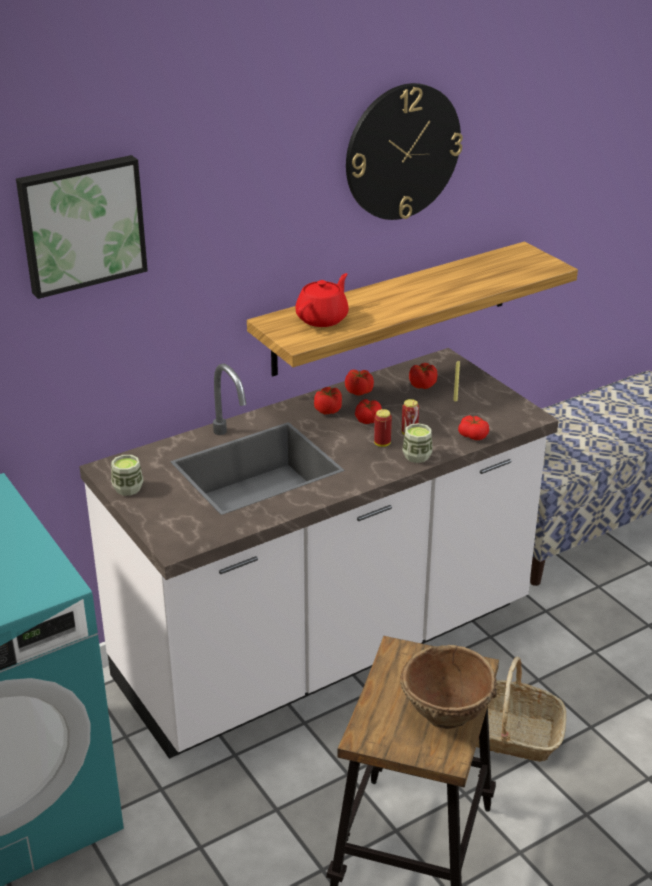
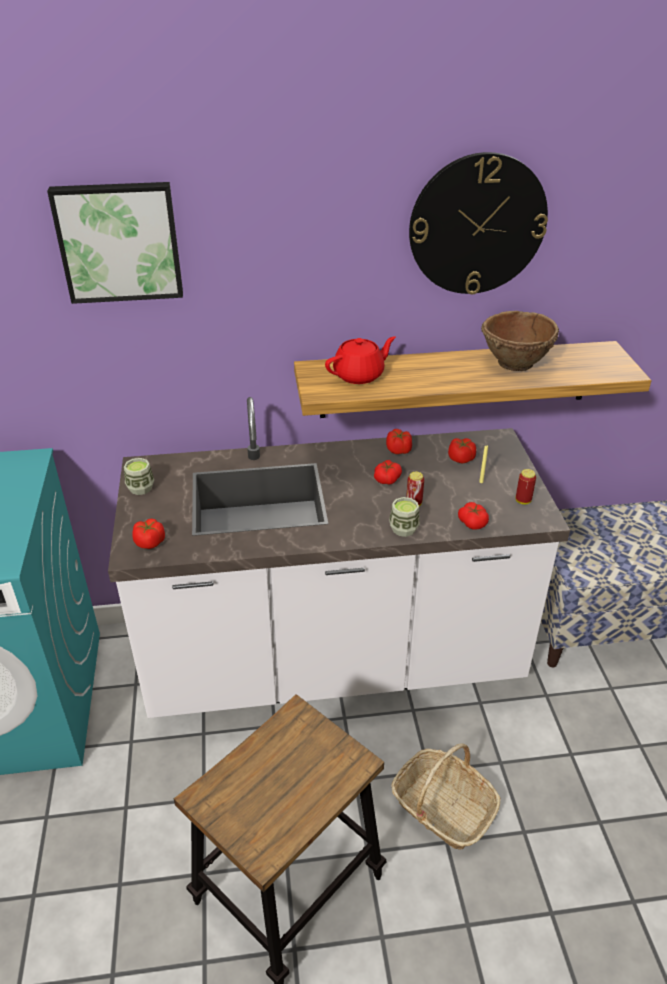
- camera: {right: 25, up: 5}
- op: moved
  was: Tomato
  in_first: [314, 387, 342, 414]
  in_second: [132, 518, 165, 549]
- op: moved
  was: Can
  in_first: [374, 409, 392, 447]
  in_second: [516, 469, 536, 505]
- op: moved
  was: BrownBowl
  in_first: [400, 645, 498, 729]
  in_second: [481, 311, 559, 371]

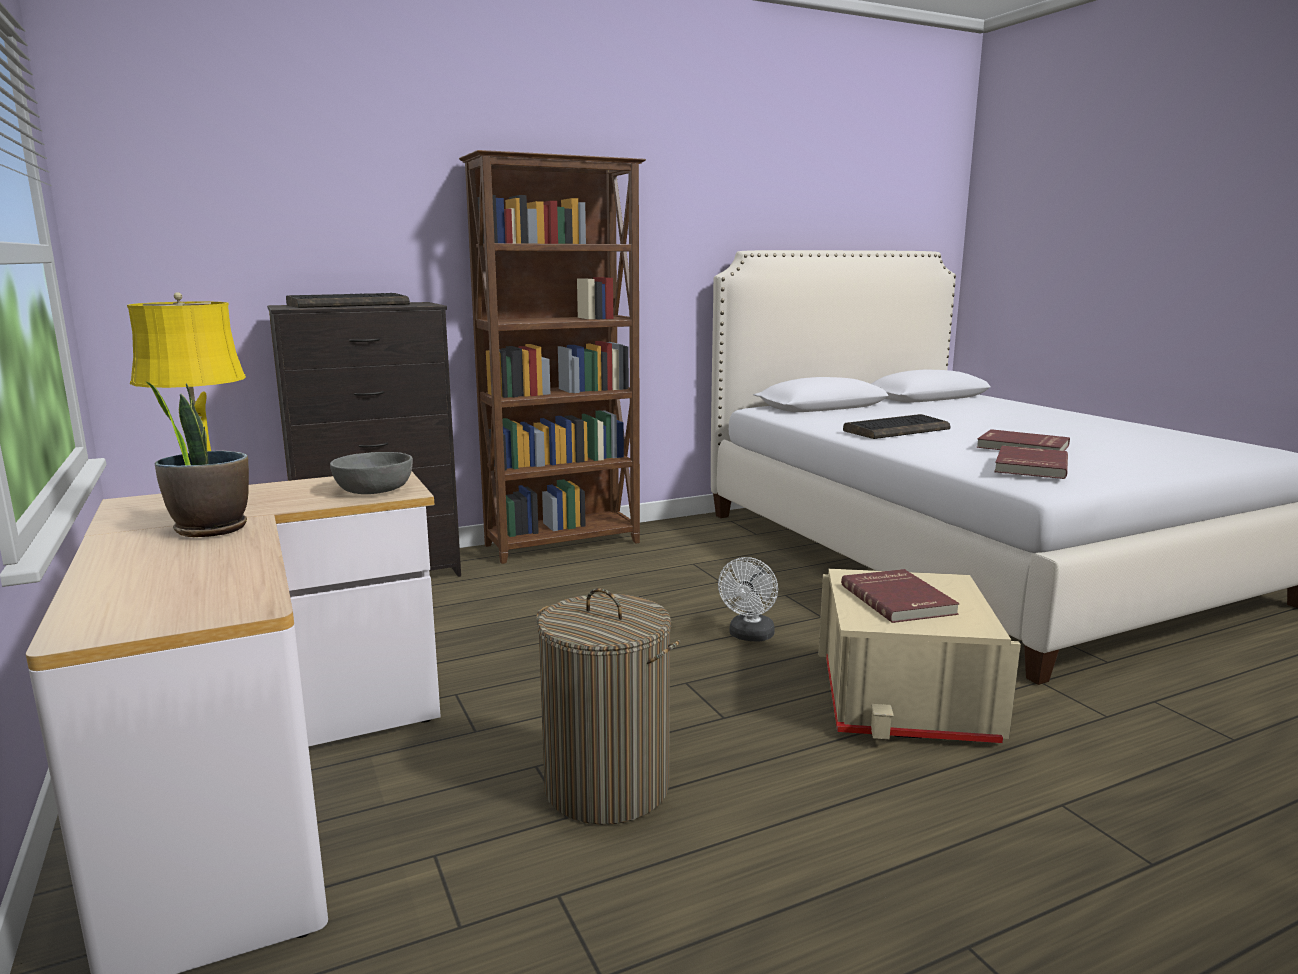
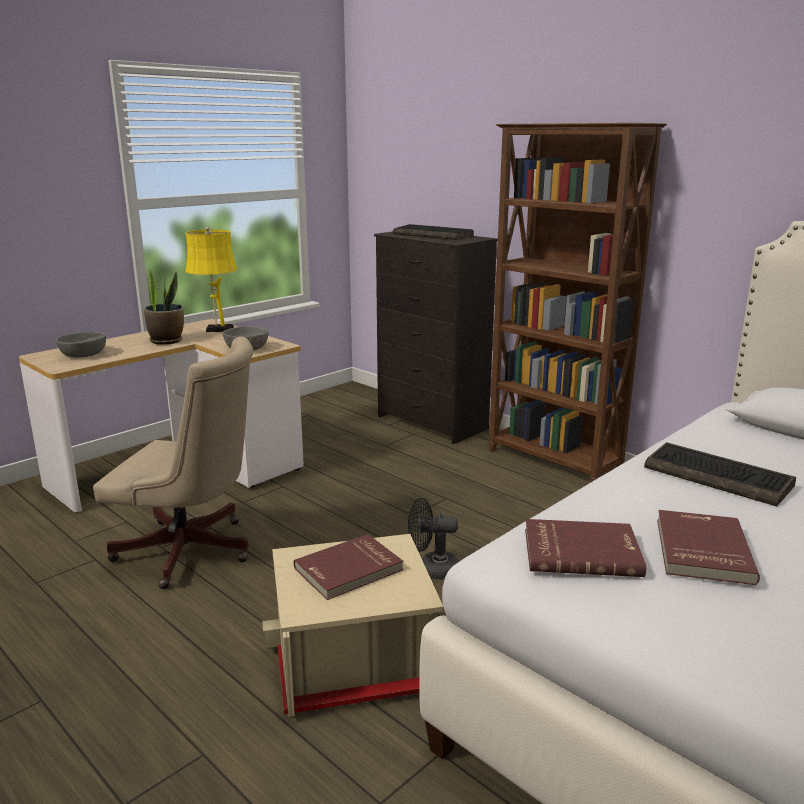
- camera: {right: 70, up: 5}
- op: added
  now: GreyBowl
  in_second: [56, 332, 106, 358]
- op: replaced
  was: LaundryBasket
  now: BeigeOfficeChair
  in_first: [536, 588, 680, 825]
  in_second: [93, 337, 253, 589]
- op: recoloured
  was: WhiteFan
  now: BlackFan
  in_first: [718, 557, 778, 642]
  in_second: [408, 498, 459, 580]

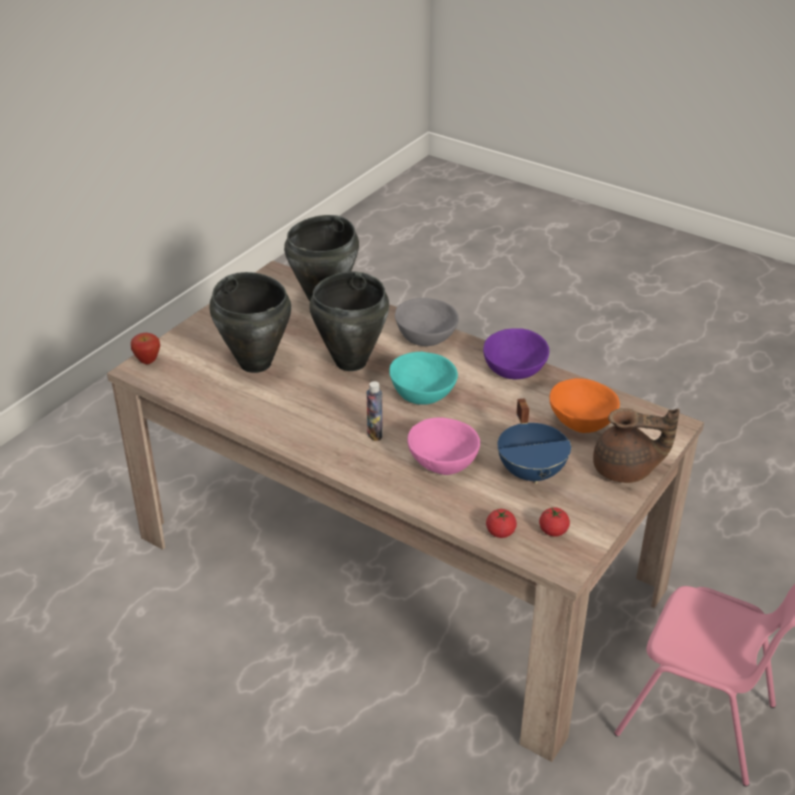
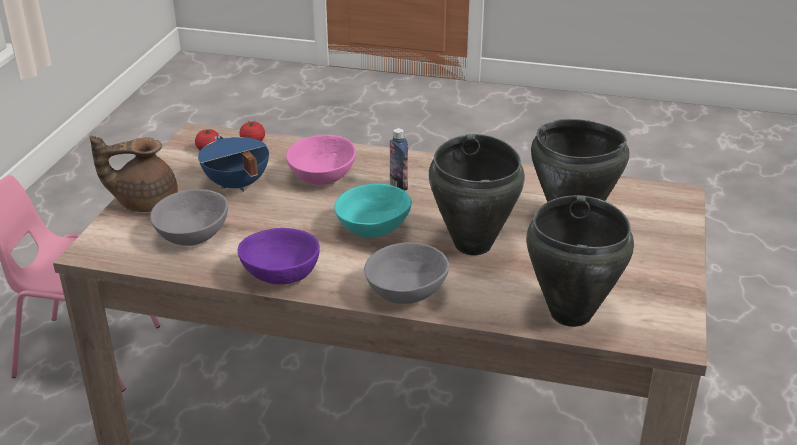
- camera: {right: 160, up: -5}
- op: removed
  was: Apple
  in_first: [131, 333, 160, 364]
- op: recoloured
  was: OrangeBowl
  now: GreyBowl
  in_first: [549, 378, 620, 433]
  in_second: [150, 189, 228, 246]

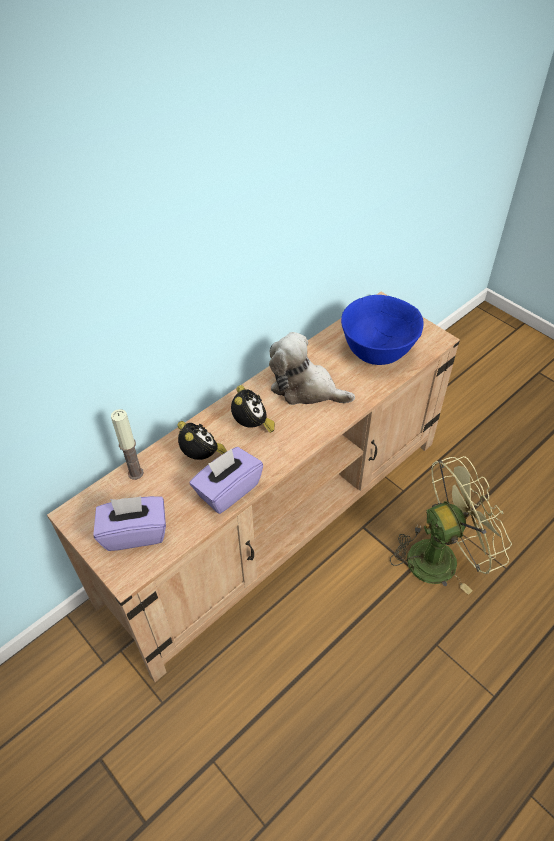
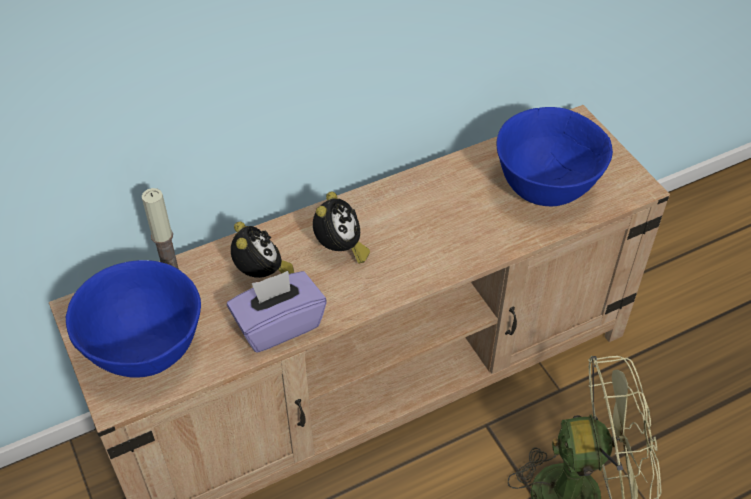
- camera: {right: 15, up: 0}
- op: removed
  was: PlushToy
  in_first: [269, 332, 355, 405]
- op: replaced
  was: PurpleTissueBox
  now: BlueBowl
  in_first: [93, 496, 166, 551]
  in_second: [66, 260, 201, 378]

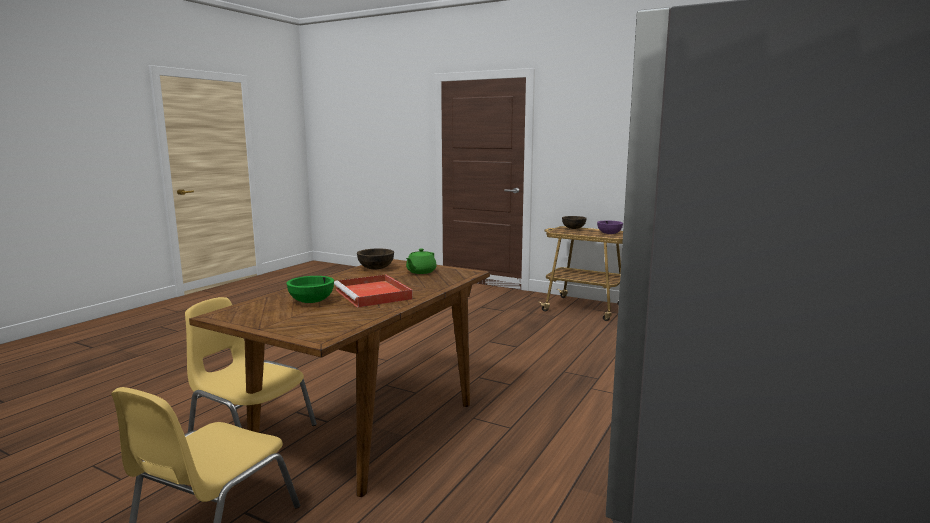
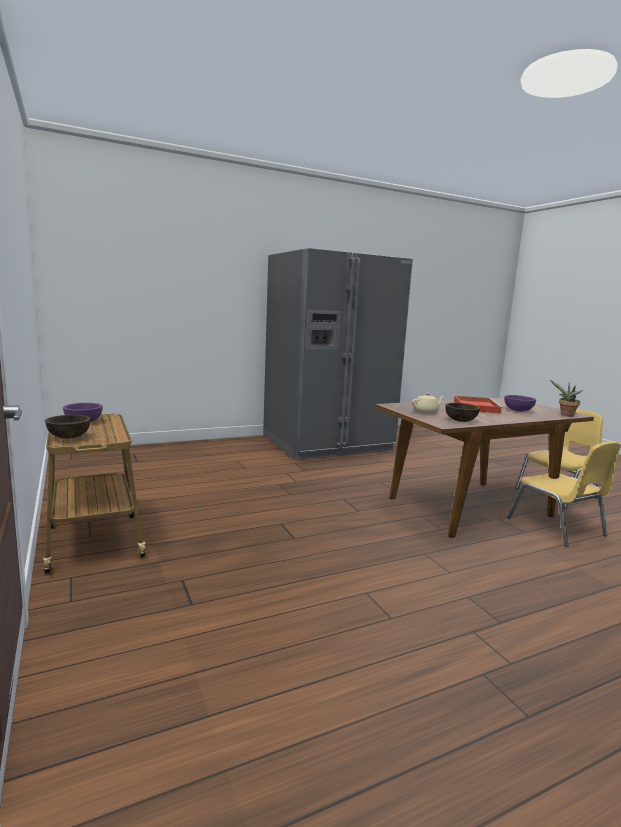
- camera: {right: -145, up: 0}
- op: added
  now: PottedPlant
  in_second: [550, 380, 584, 416]
- op: recoloured
  was: GreenBowl
  now: PurpleBowl
  in_first: [287, 276, 334, 303]
  in_second: [505, 395, 536, 412]
- op: recoloured
  was: GreenTeapot
  now: BeigeTeapot
  in_first: [406, 248, 437, 274]
  in_second: [412, 393, 445, 414]

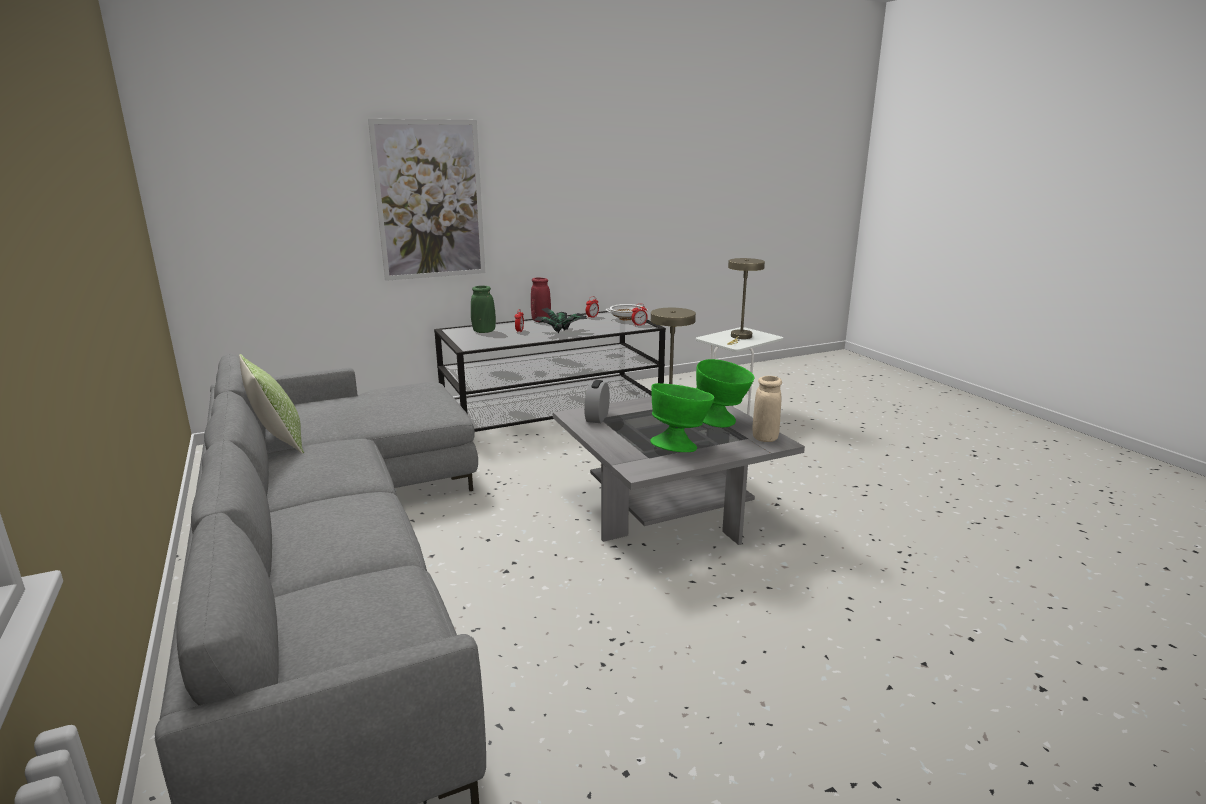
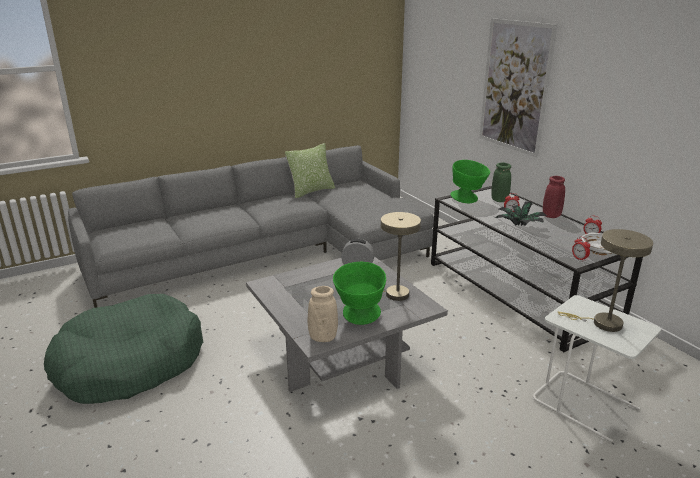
- camera: {right: 85, up: 5}
- op: added
  now: GreenDogBed
  in_second: [44, 294, 203, 404]
- op: moved
  was: GreenBowl
  in_first: [650, 383, 714, 452]
  in_second: [450, 160, 490, 203]

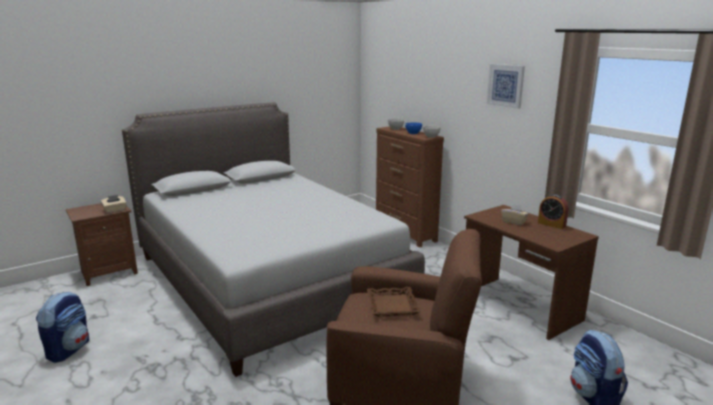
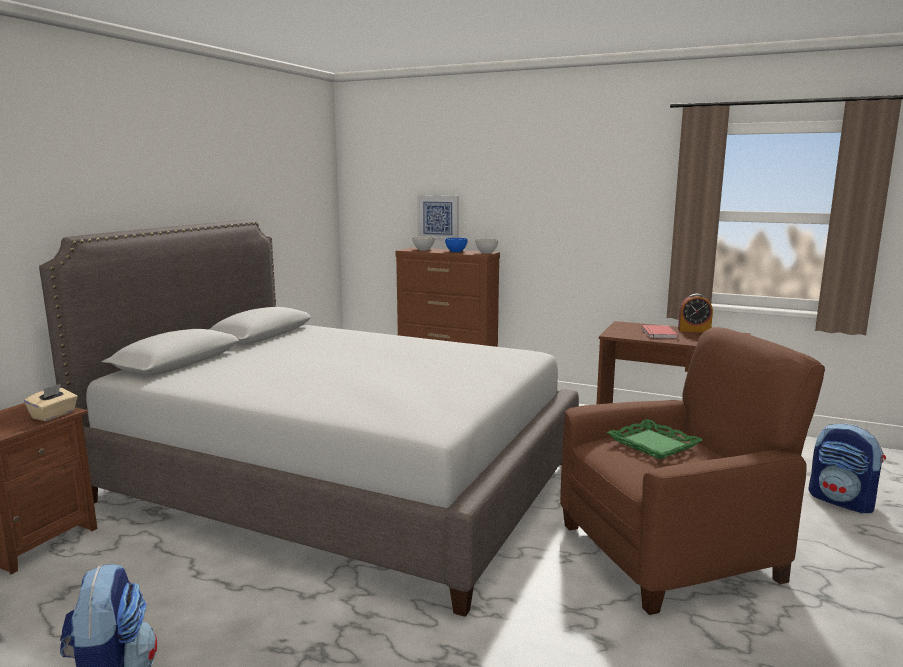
- camera: {right: -30, up: -5}
- op: moved
  was: Picture
  in_first: [487, 64, 525, 109]
  in_second: [417, 195, 459, 241]
- op: replaced
  was: BeigeTissueBox
  now: RedBook
  in_first: [501, 203, 529, 225]
  in_second: [642, 325, 678, 339]
- op: recoloured
  was: BrownTray
  now: GreenTray
  in_first: [367, 287, 421, 317]
  in_second: [607, 419, 703, 459]

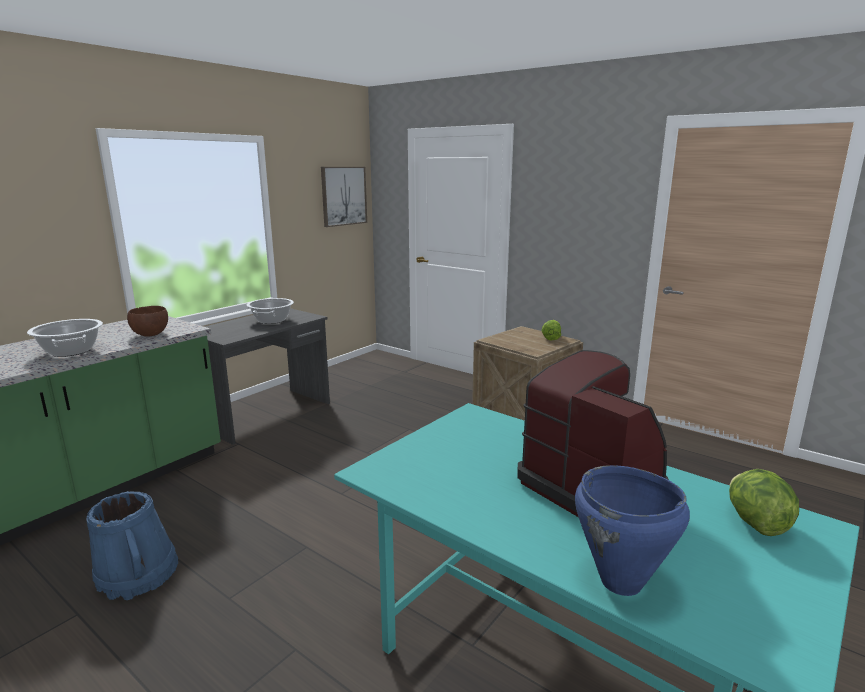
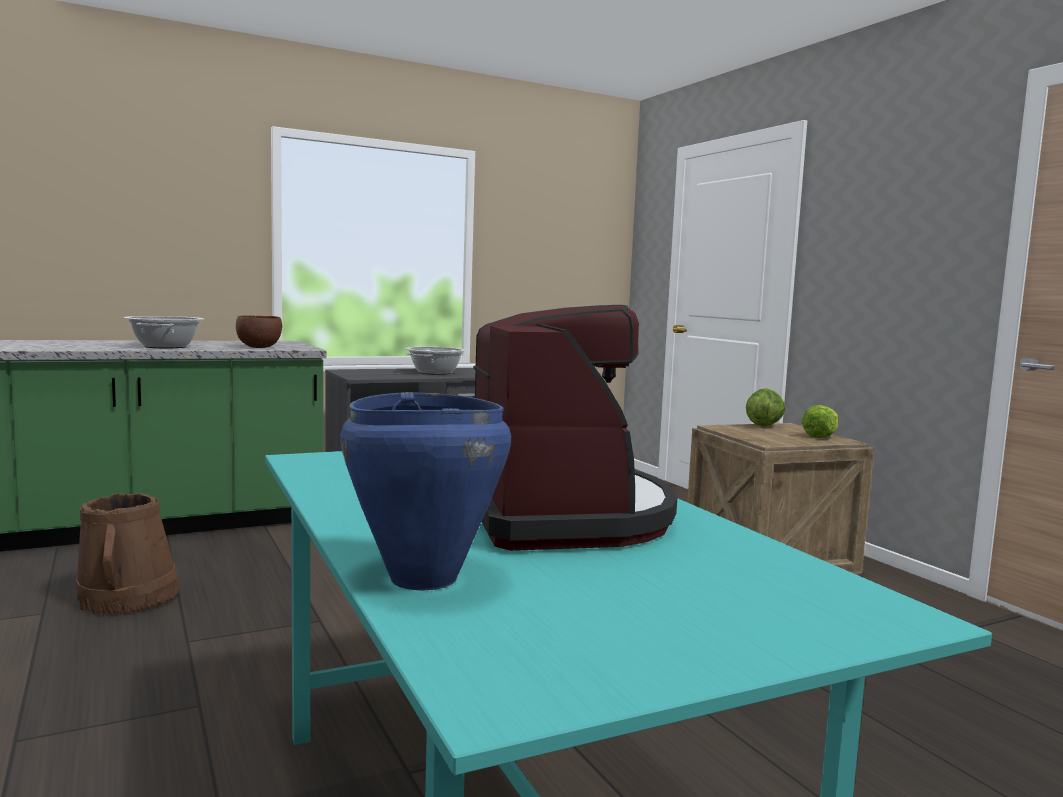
- camera: {right: 25, up: -10}
- op: removed
  was: Picture
  in_first: [321, 167, 367, 227]
- op: moved
  was: Lettuce
  in_first: [729, 469, 799, 536]
  in_second: [746, 388, 785, 427]
- op: recoloured
  was: BlueBucket
  now: BrownBucket
  in_first: [86, 491, 178, 600]
  in_second: [76, 493, 180, 615]

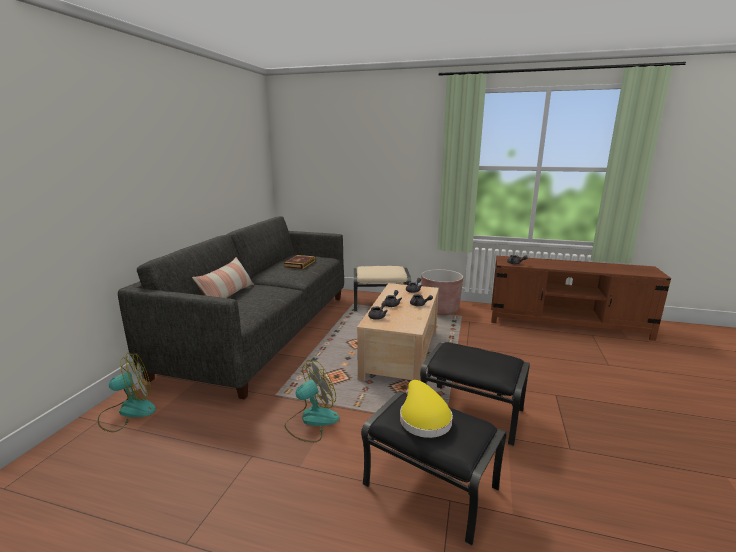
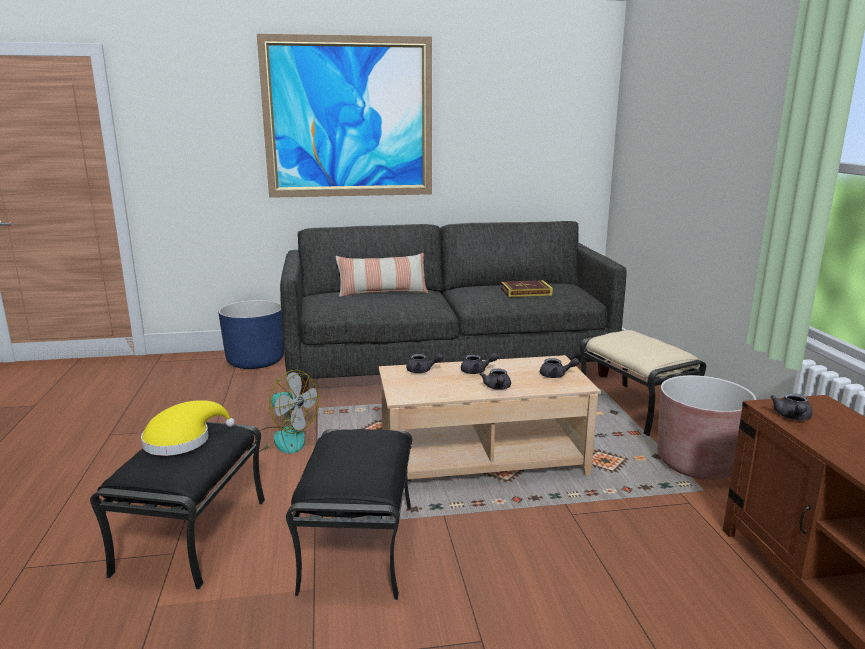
- camera: {right: 65, up: 0}
- op: added
  now: Picture
  in_second: [257, 34, 432, 198]
- op: replaced
  was: Fan
  now: BluePlanter
  in_first: [98, 353, 156, 432]
  in_second: [218, 300, 284, 369]

